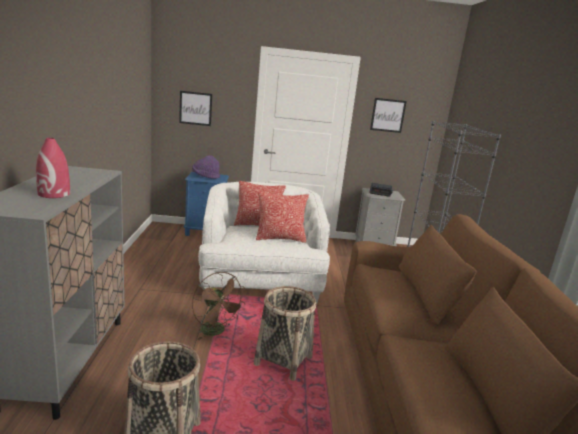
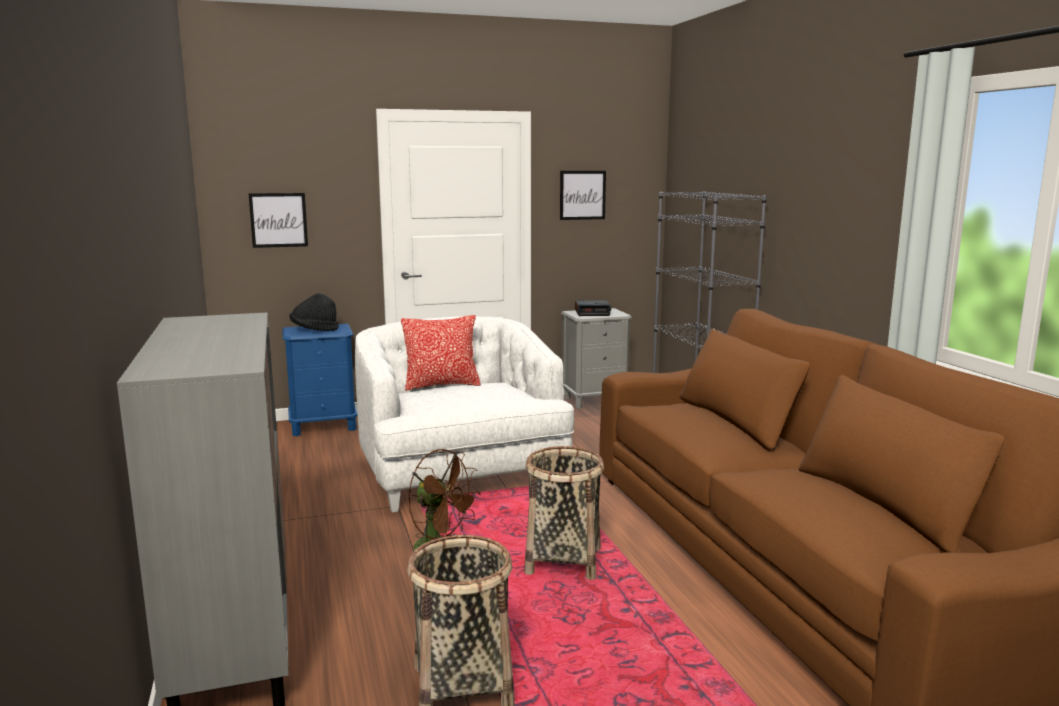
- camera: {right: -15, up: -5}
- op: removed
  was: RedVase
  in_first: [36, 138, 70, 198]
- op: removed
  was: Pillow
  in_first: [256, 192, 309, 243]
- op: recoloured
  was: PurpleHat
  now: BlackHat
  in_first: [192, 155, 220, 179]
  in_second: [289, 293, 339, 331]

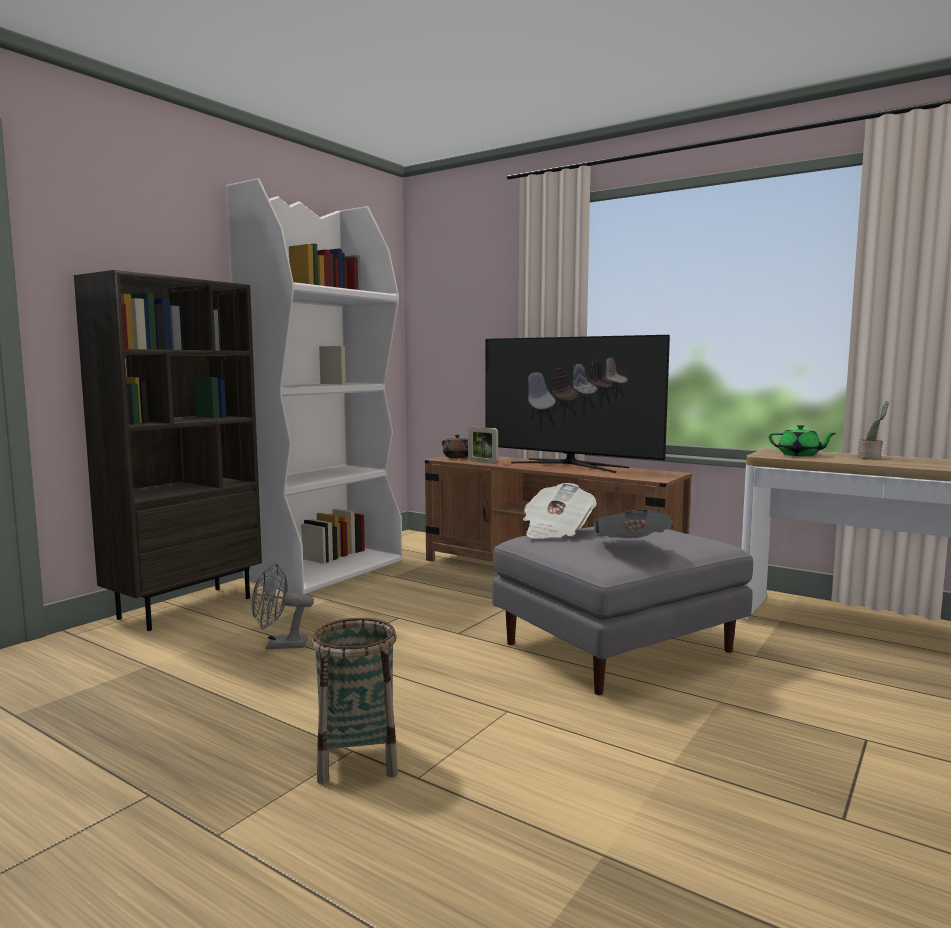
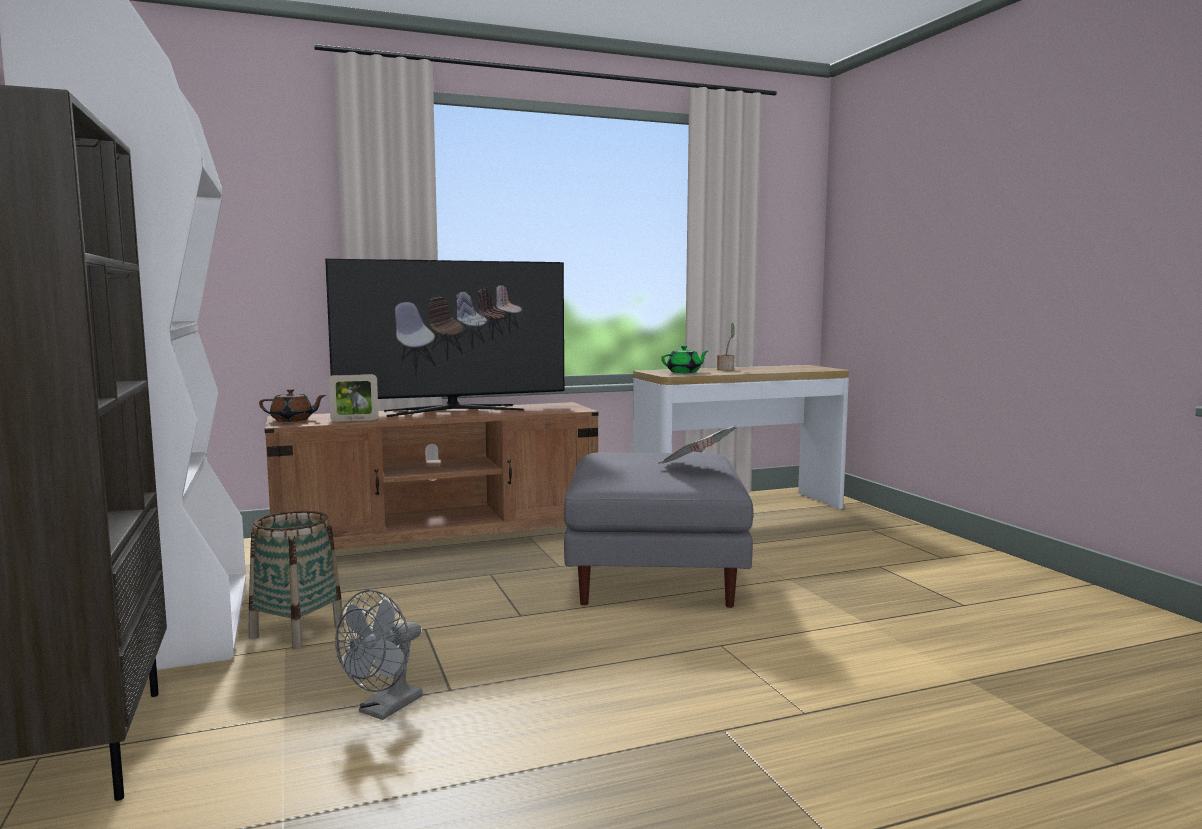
- camera: {right: -55, up: 0}
- op: removed
  was: Newspaper
  in_first: [523, 483, 597, 539]
- op: moved
  was: Basket
  in_first: [311, 618, 398, 784]
  in_second: [249, 510, 344, 649]

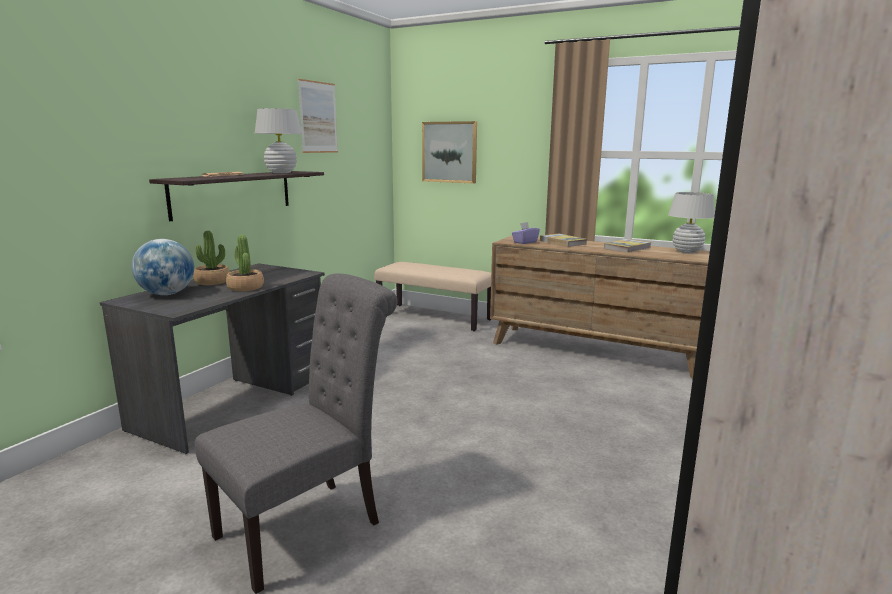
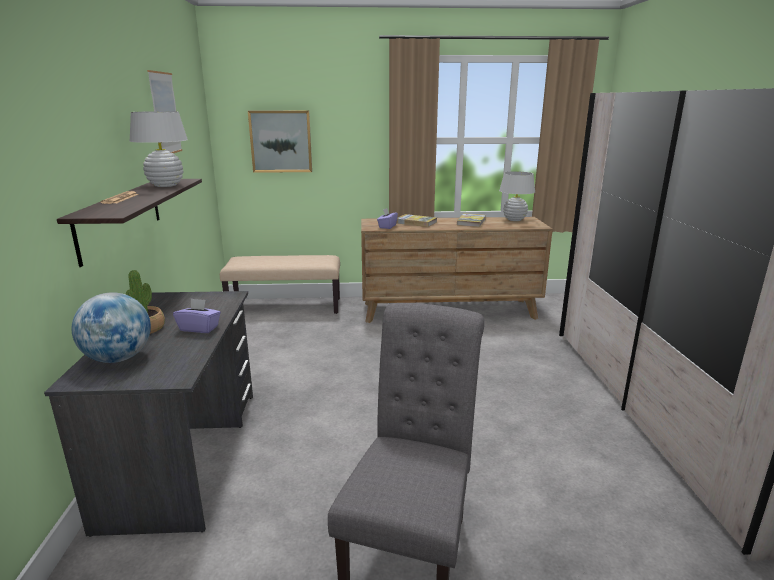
- camera: {right: -30, up: 5}
- op: replaced
  was: PottedPlant
  now: PurpleTissueBox
  in_first: [226, 235, 264, 291]
  in_second: [173, 298, 221, 333]

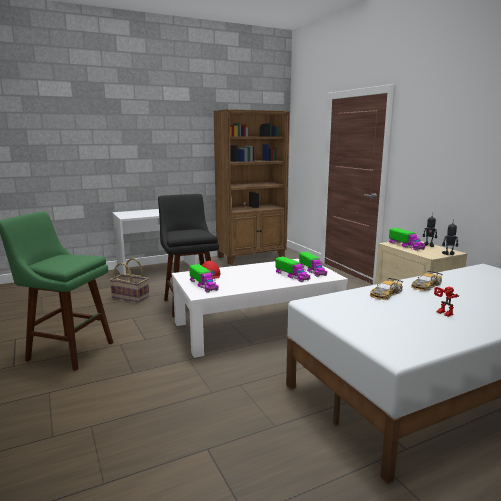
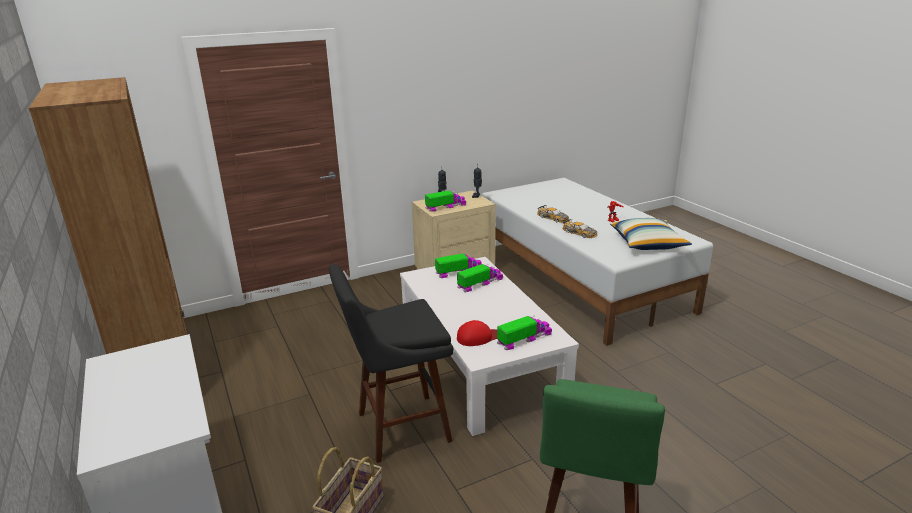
- camera: {right: -90, up: 10}
- op: added
  now: Pillow
  in_second: [610, 218, 692, 250]

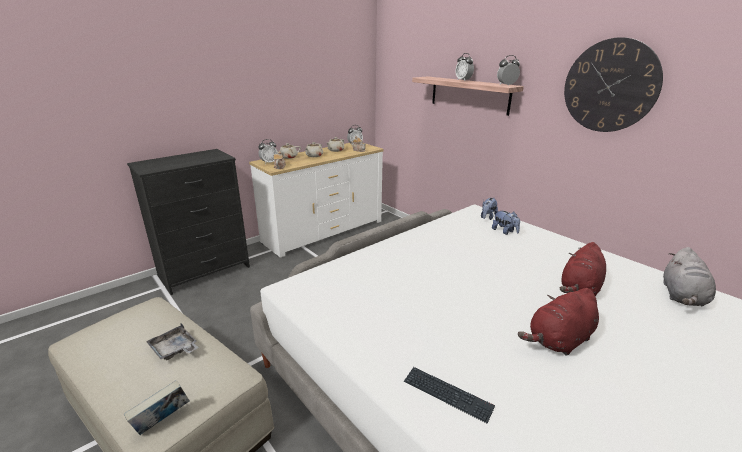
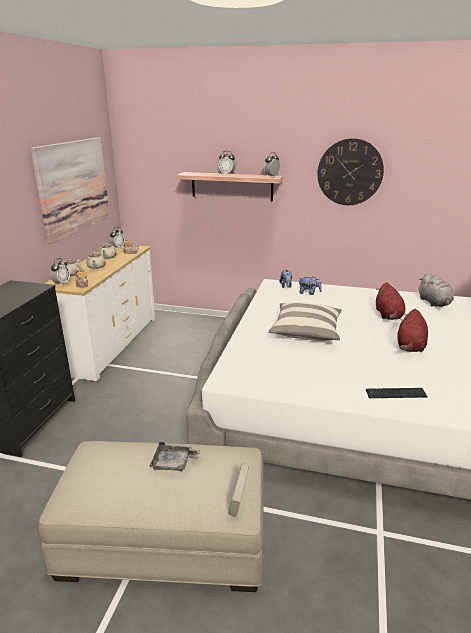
- camera: {right: -35, up: 0}
- op: added
  now: Picture
  in_second: [30, 137, 110, 244]
- op: added
  now: Pillow
  in_second: [269, 302, 342, 341]

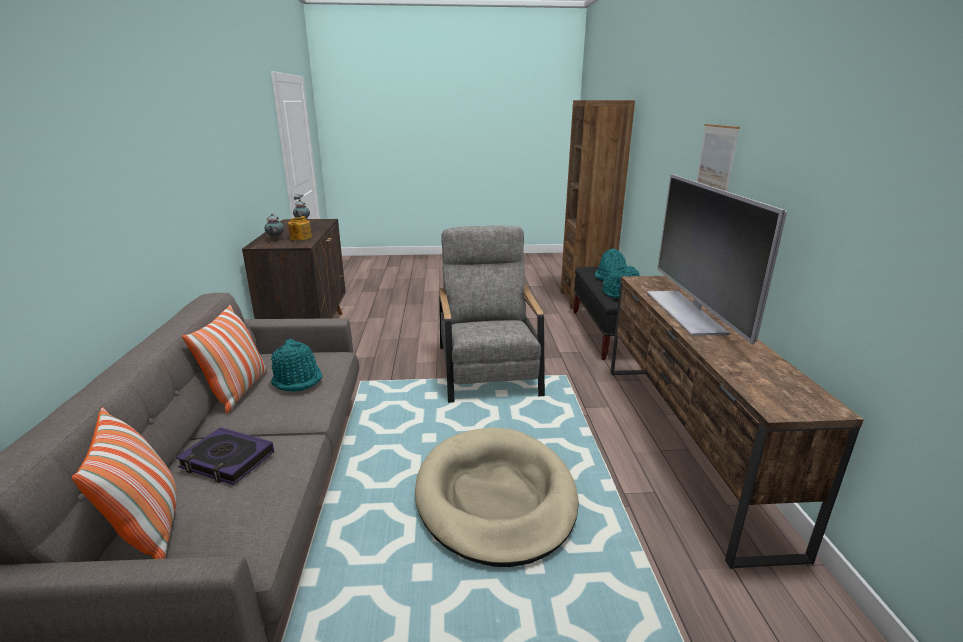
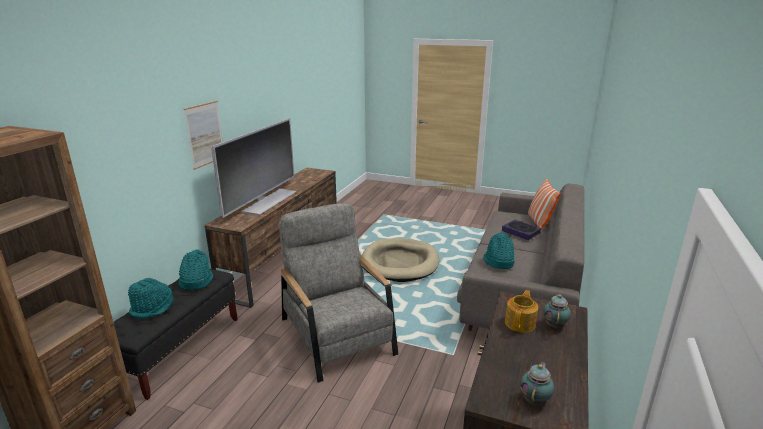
- camera: {right: -155, up: 0}
- op: removed
  was: Pillow
  in_first: [182, 305, 267, 413]
- op: turned
  was: GreyArmchair
  in_first: [439, 225, 545, 403]
  in_second: [279, 203, 398, 382]
  clockwise: 135

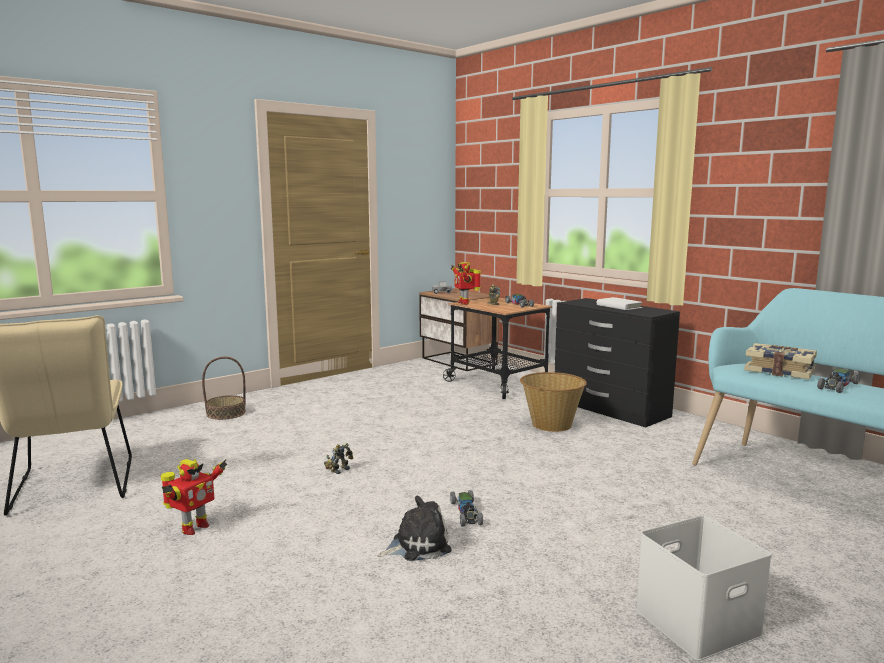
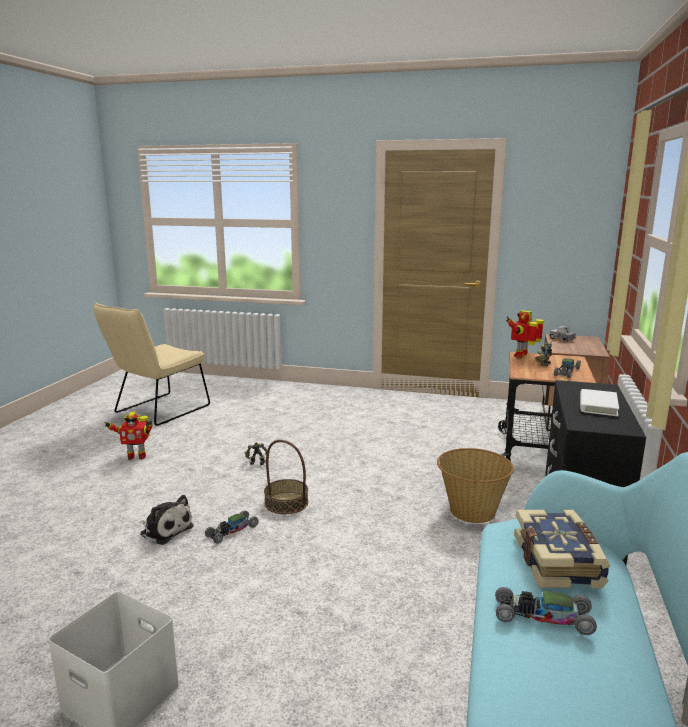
- camera: {right: 55, up: 5}
- op: moved
  was: Basket
  in_first: [202, 357, 246, 420]
  in_second: [264, 440, 308, 514]

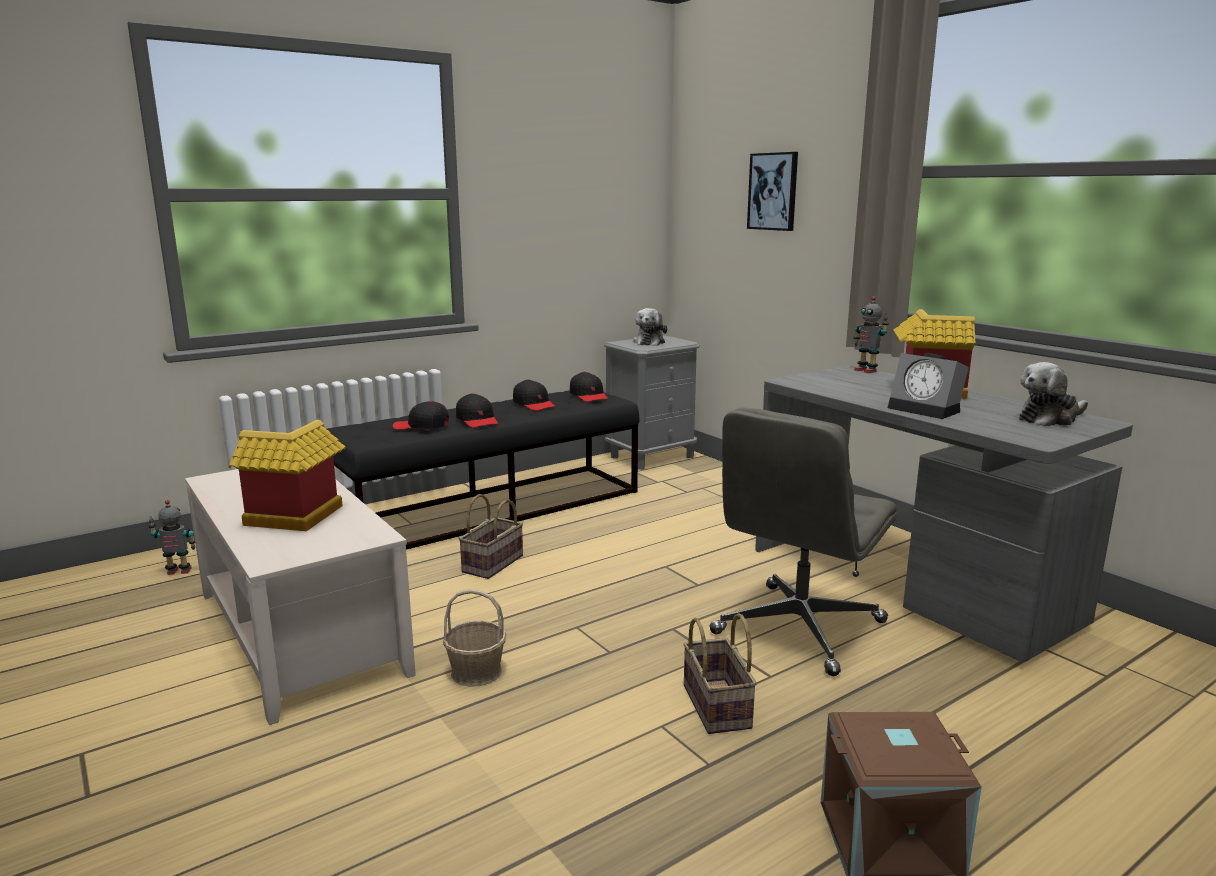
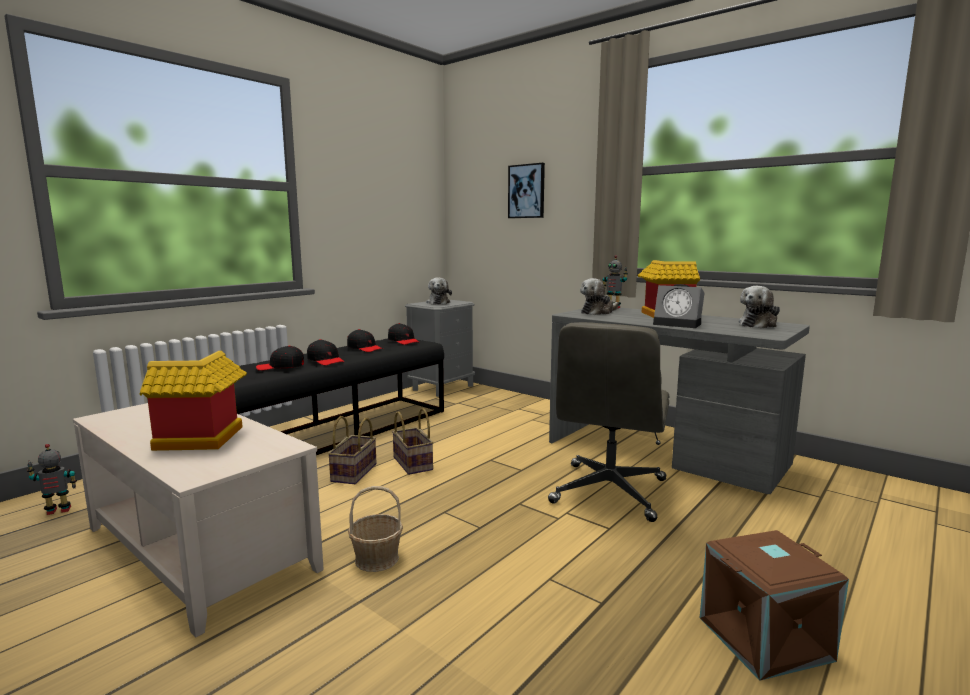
- camera: {right: -15, up: -5}
- op: added
  now: PlushToy
  in_second: [580, 278, 619, 315]
- op: moved
  was: Basket
  in_first: [683, 613, 757, 734]
  in_second: [392, 408, 434, 475]

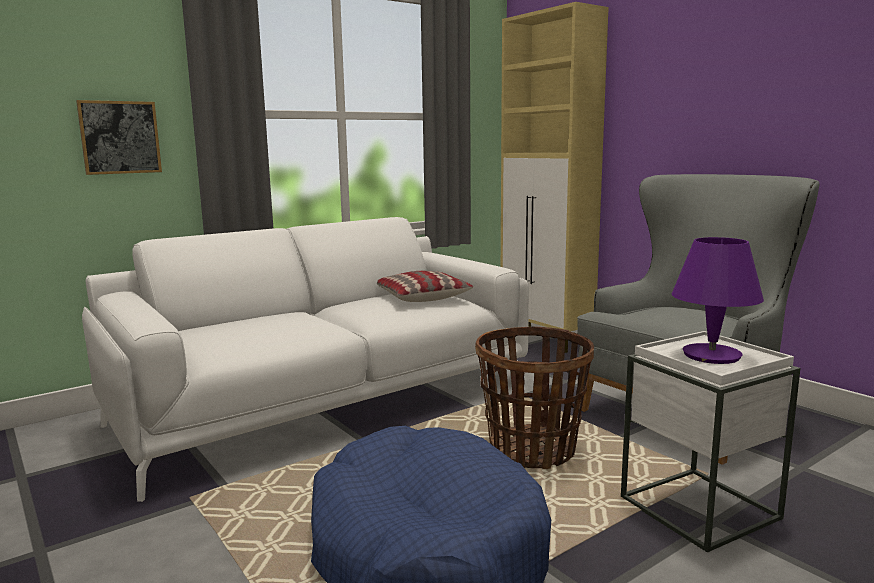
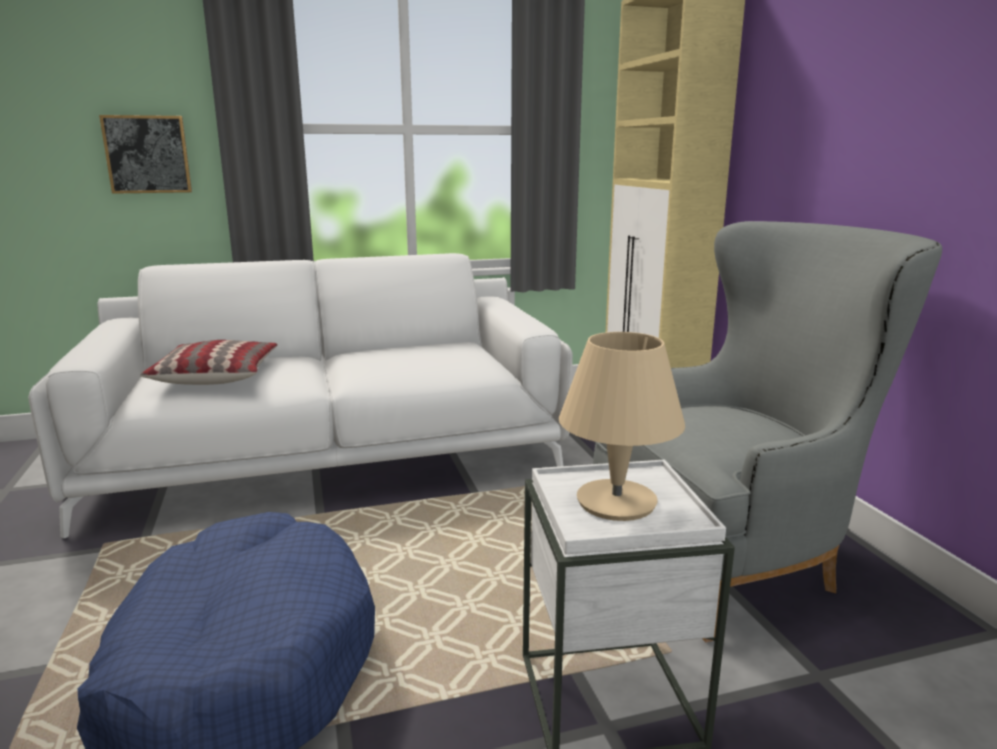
- camera: {right: 20, up: 5}
- op: removed
  was: Basket
  in_first: [475, 327, 594, 469]
- op: moved
  was: Pillow
  in_first: [377, 271, 473, 302]
  in_second: [140, 340, 277, 385]
- op: recoloured
  was: PurpleTableLamp
  now: BeigeTableLamp
  in_first: [672, 237, 764, 364]
  in_second: [559, 332, 685, 521]

